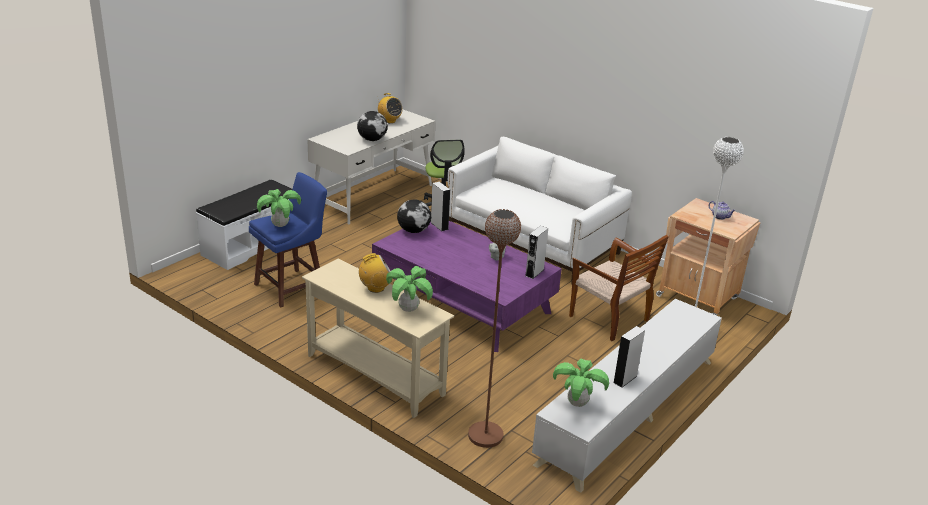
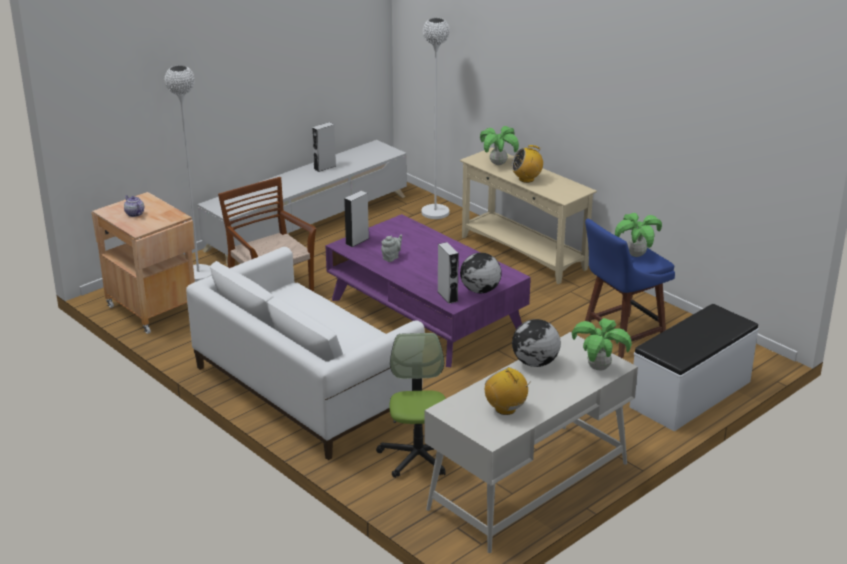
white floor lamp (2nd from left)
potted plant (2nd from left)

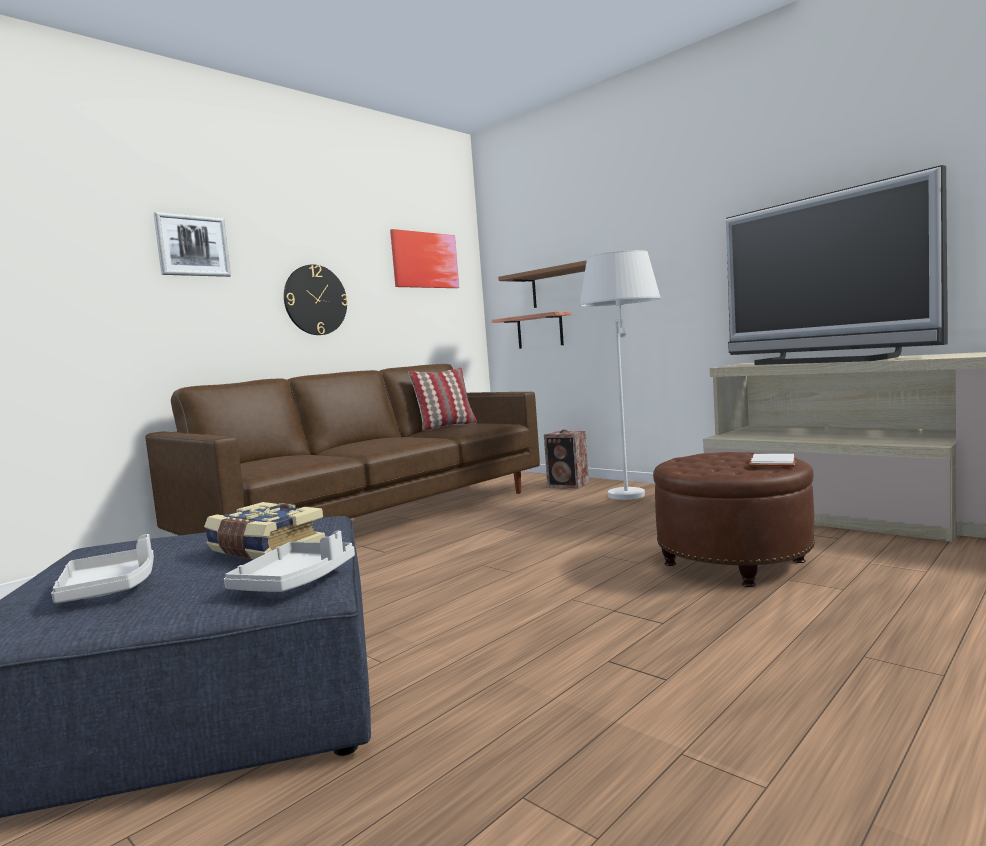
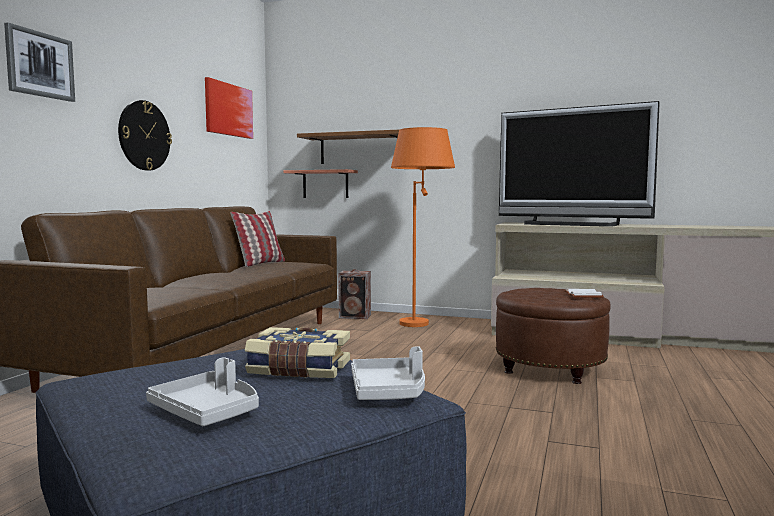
orange floor lamp

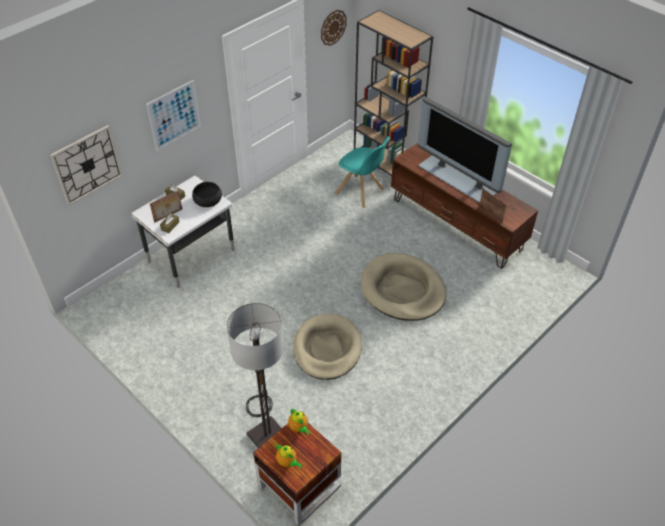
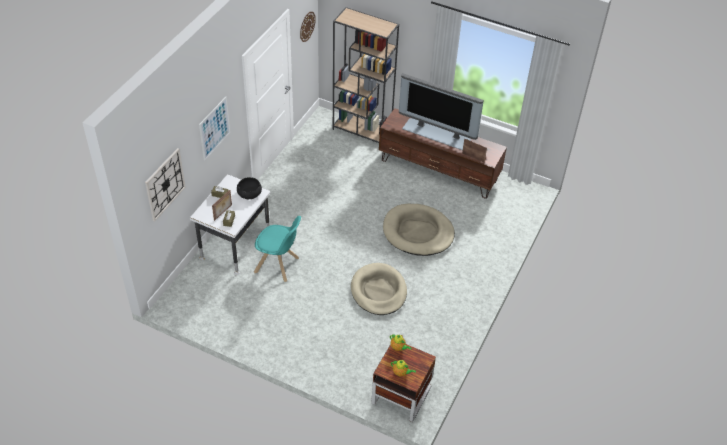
turquoise chair
floor lamp

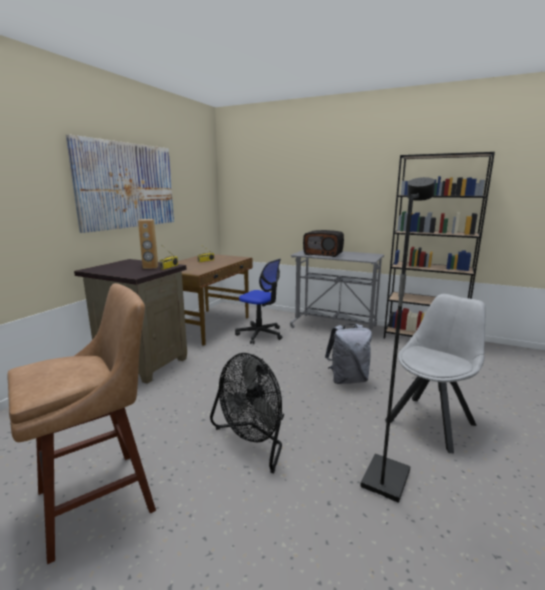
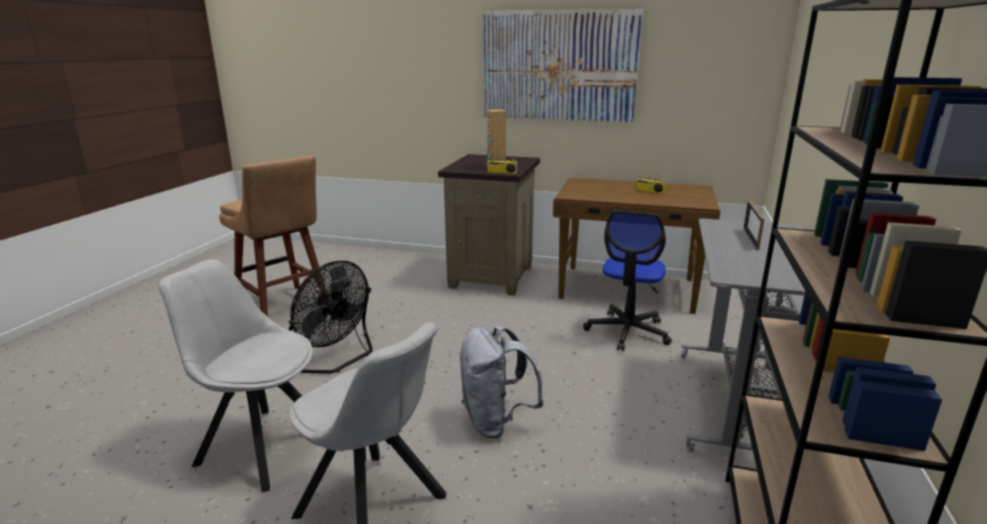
grey chair (1st from left)
picture frame

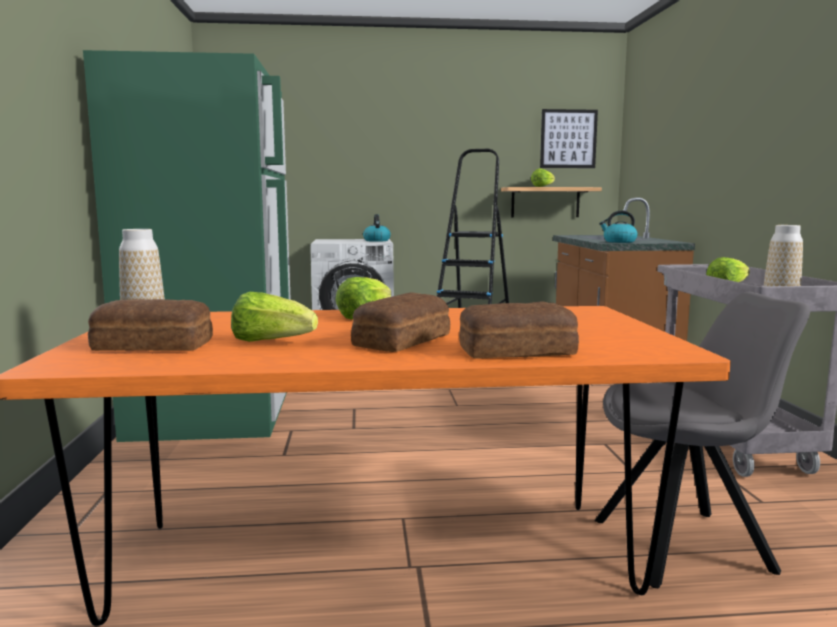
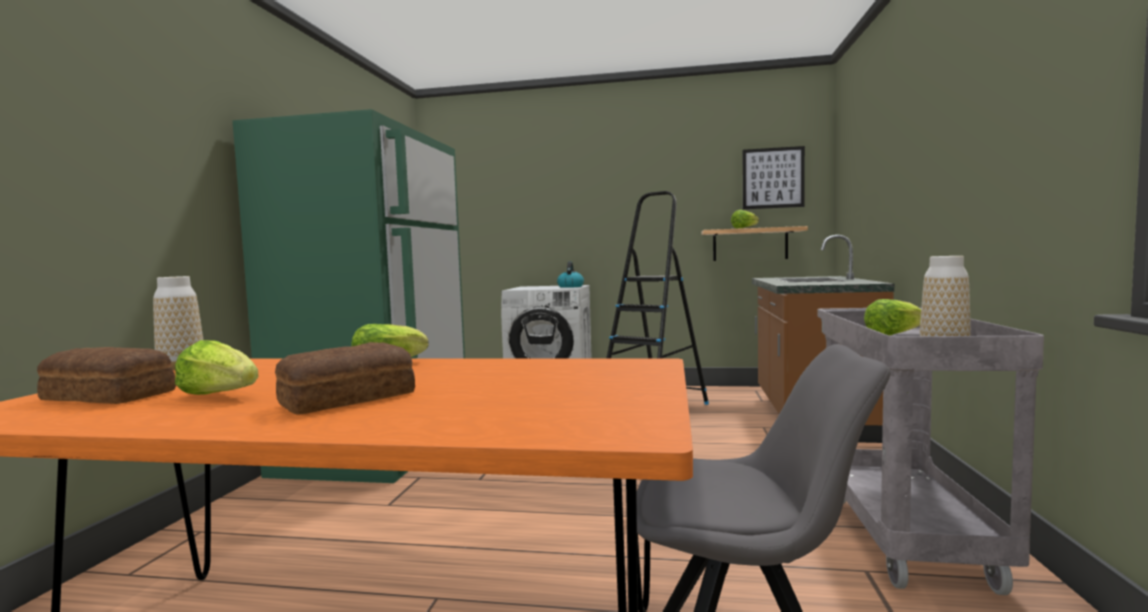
bread (3rd from left in the first image)
kettle (2nd from left in the first image)

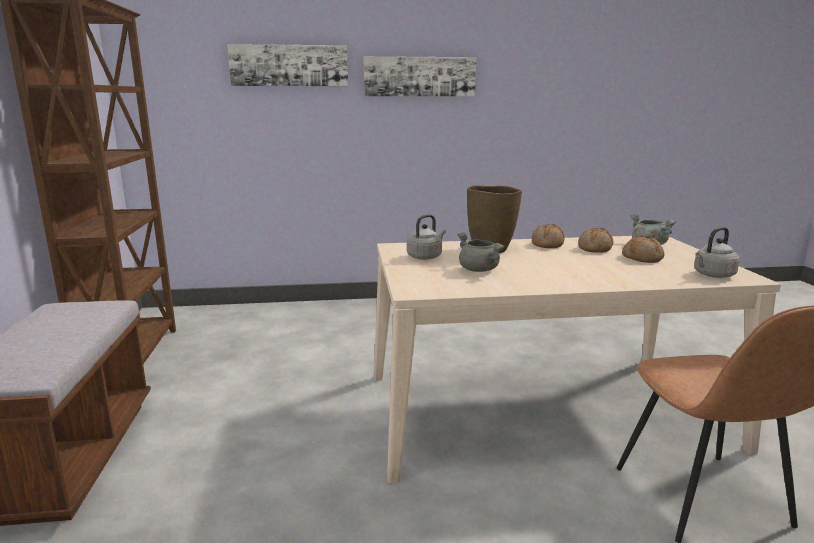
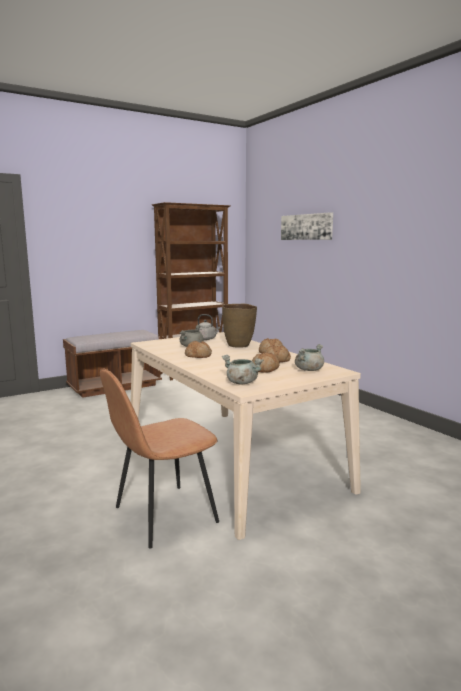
bread (1st from left)
grey cooking pot (2nd from left)
picture (2nd from left in the first image)

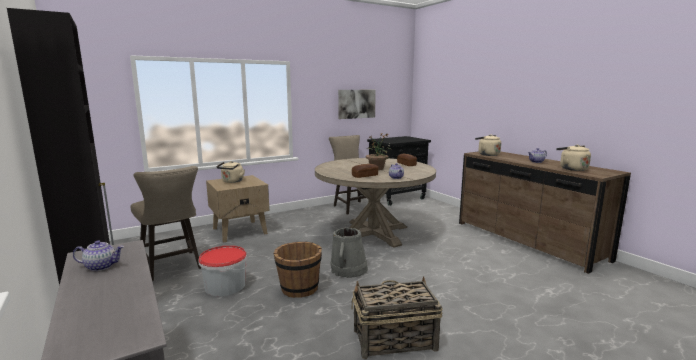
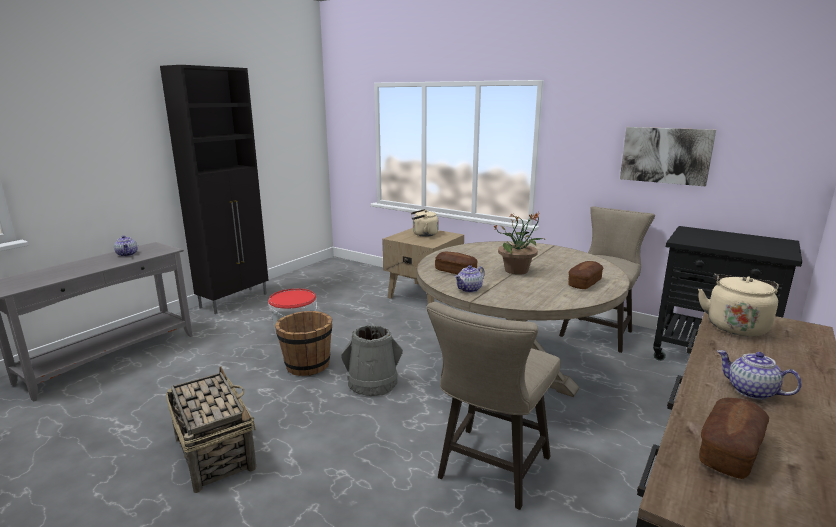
beige stool (1st from left)
bread (3rd from left)

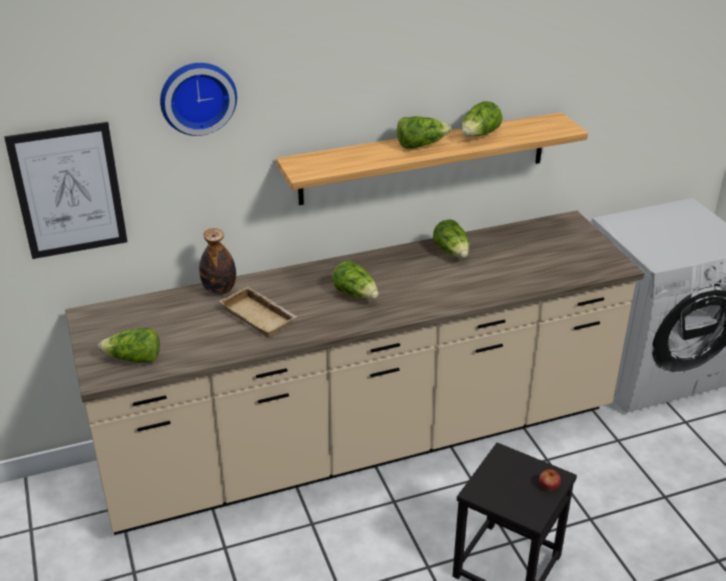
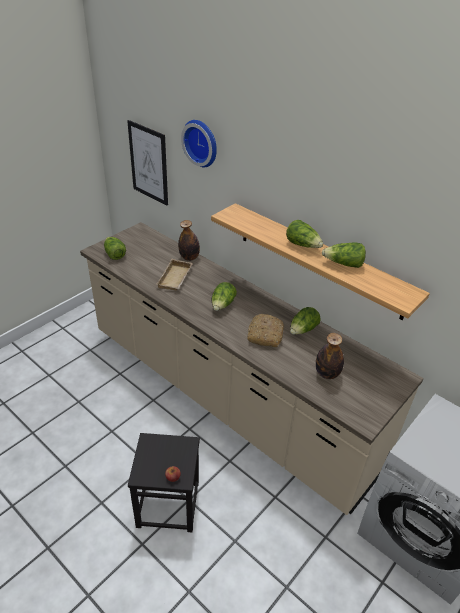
bread
bottle (2nd from left)

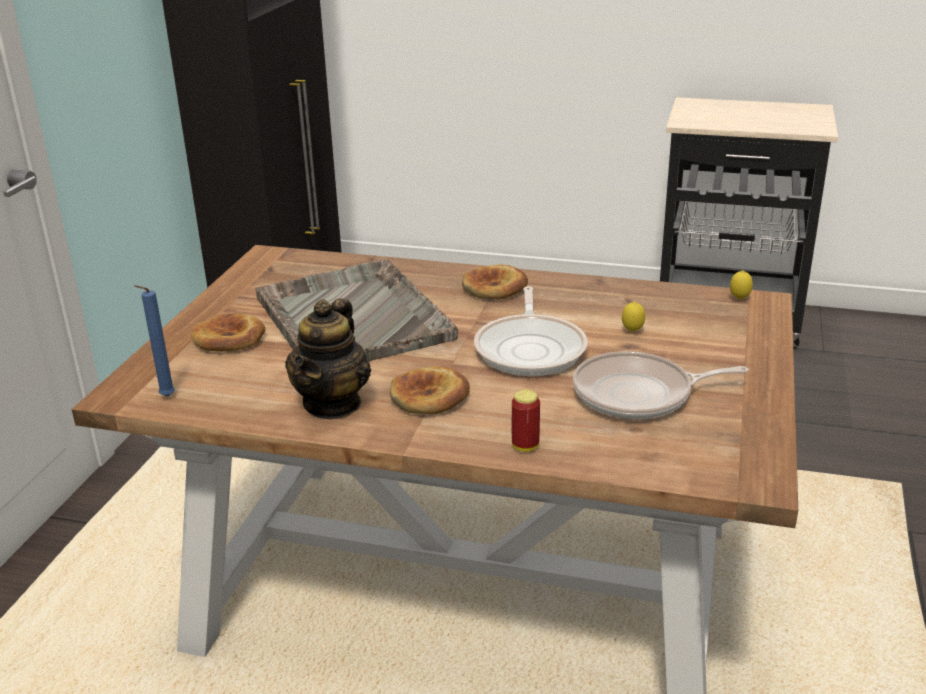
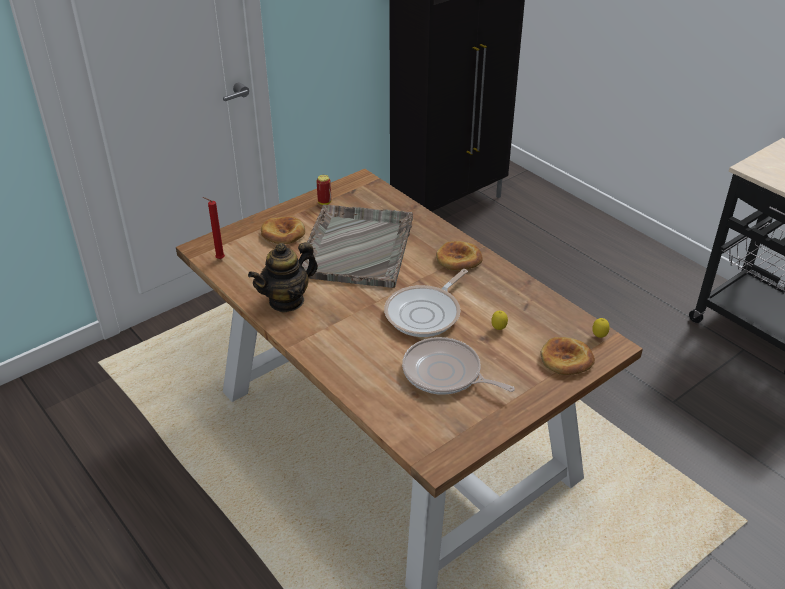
red candle
can
bread (3rd from left)

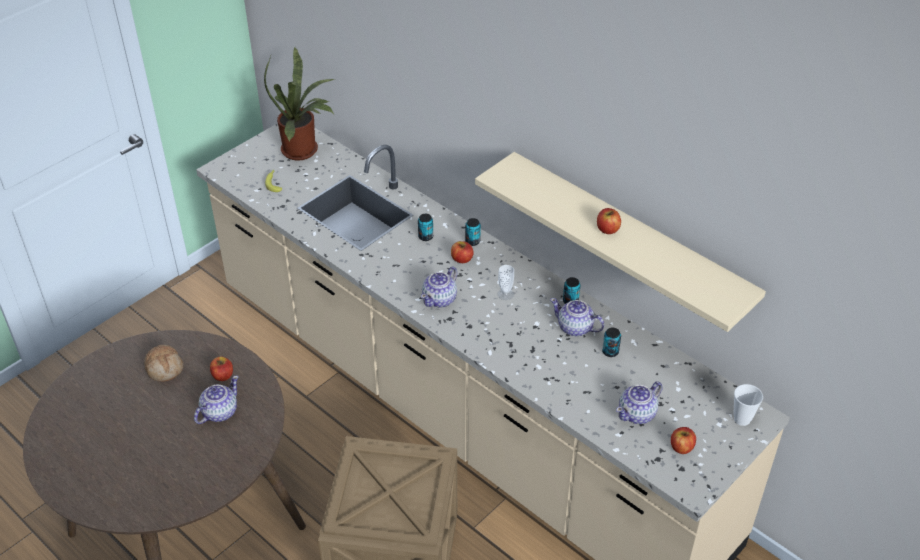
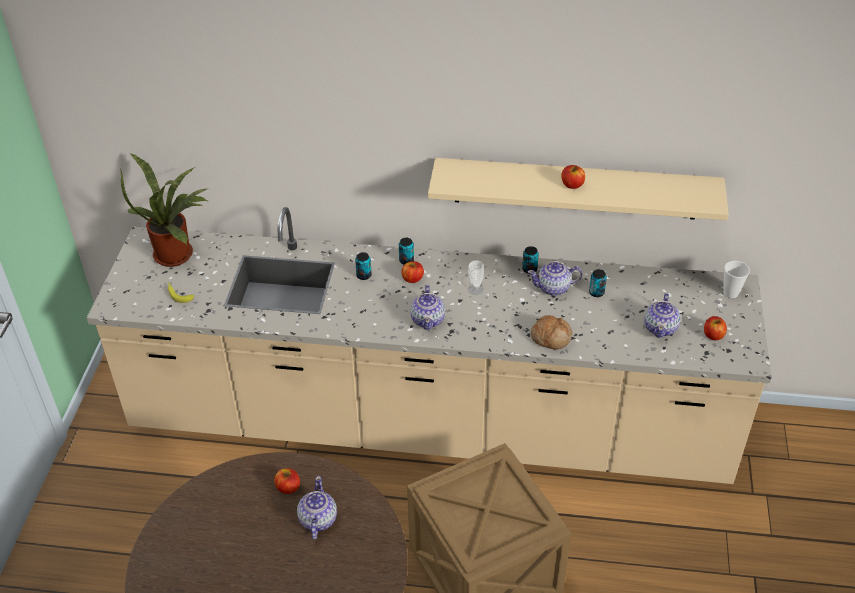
bread

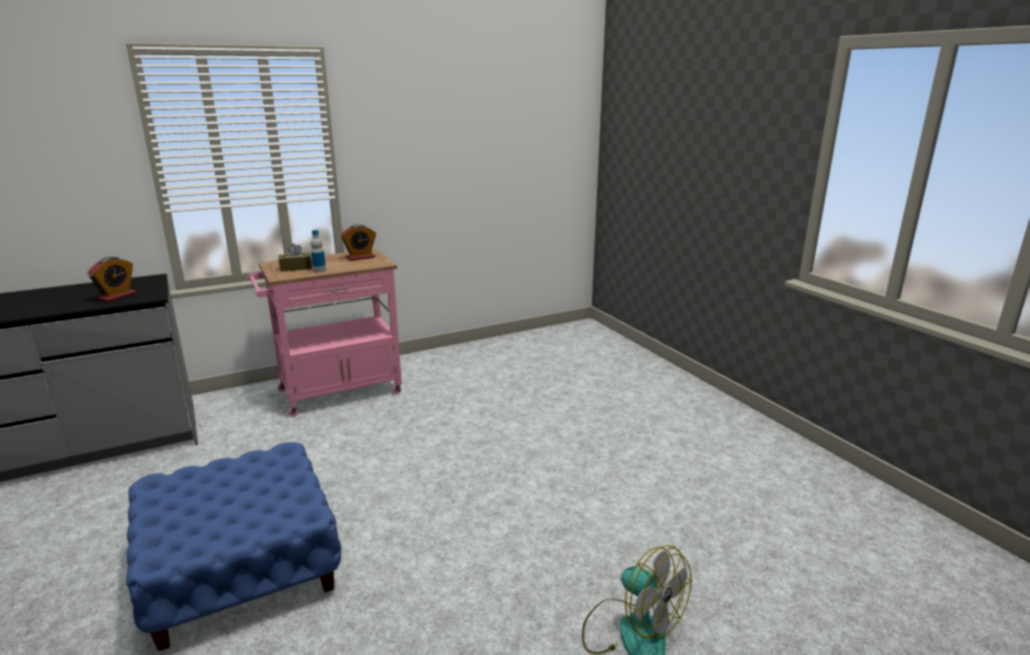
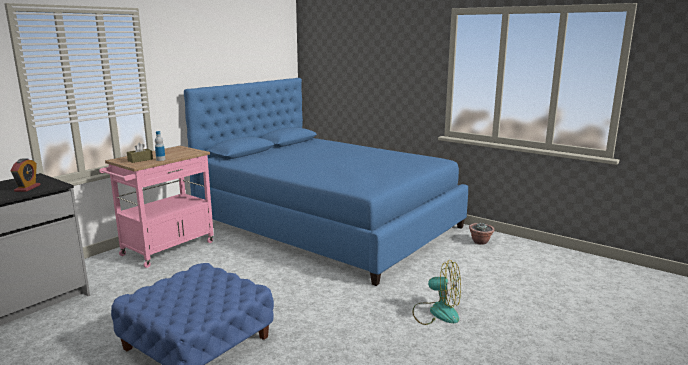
blue bed
potted plant
alarm clock (2nd from left in the first image)

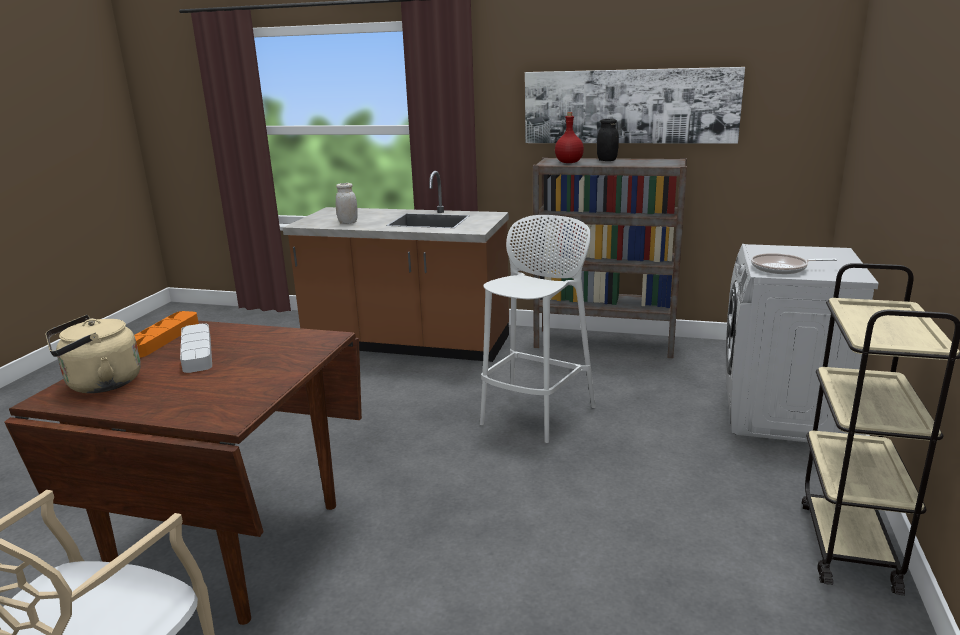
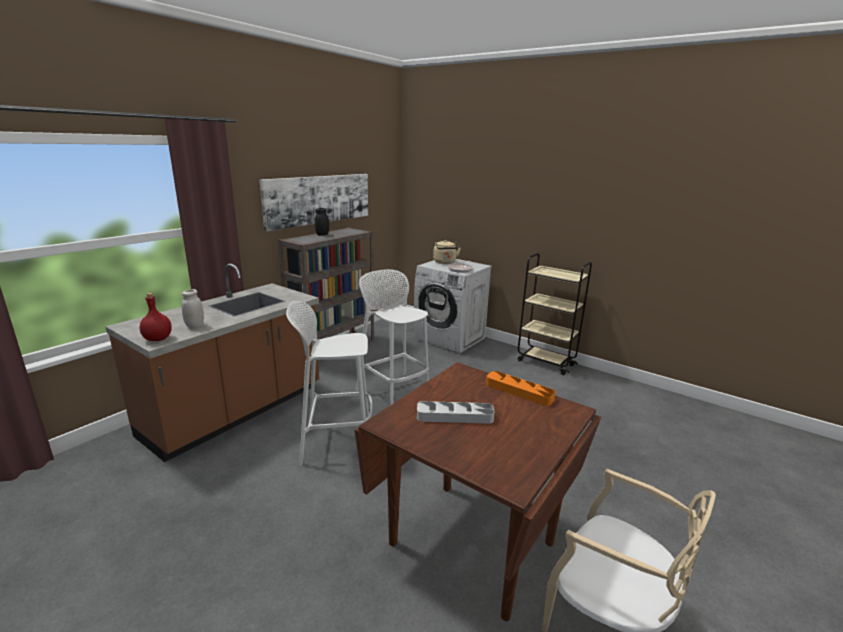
red bottle
white stool (1st from left)
beige kettle
orange tray

